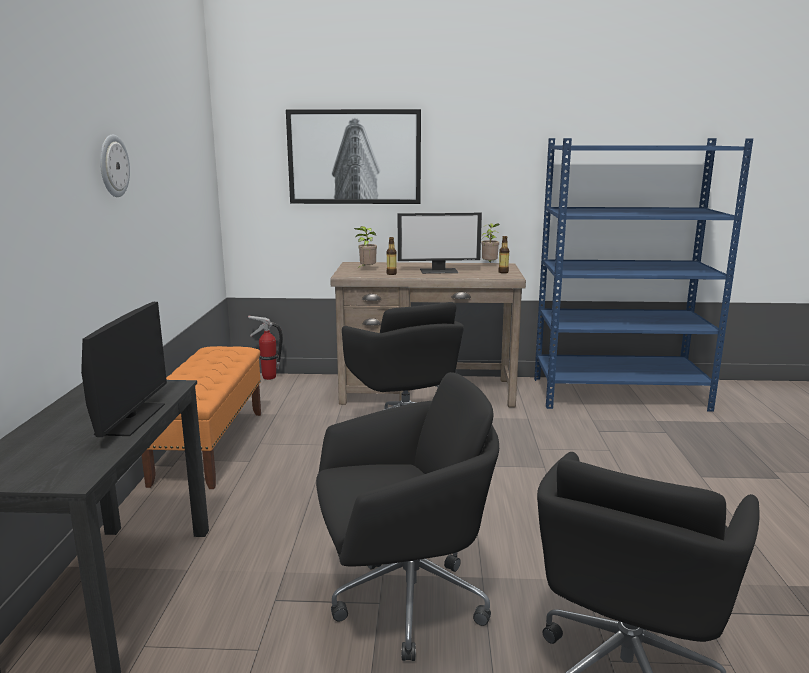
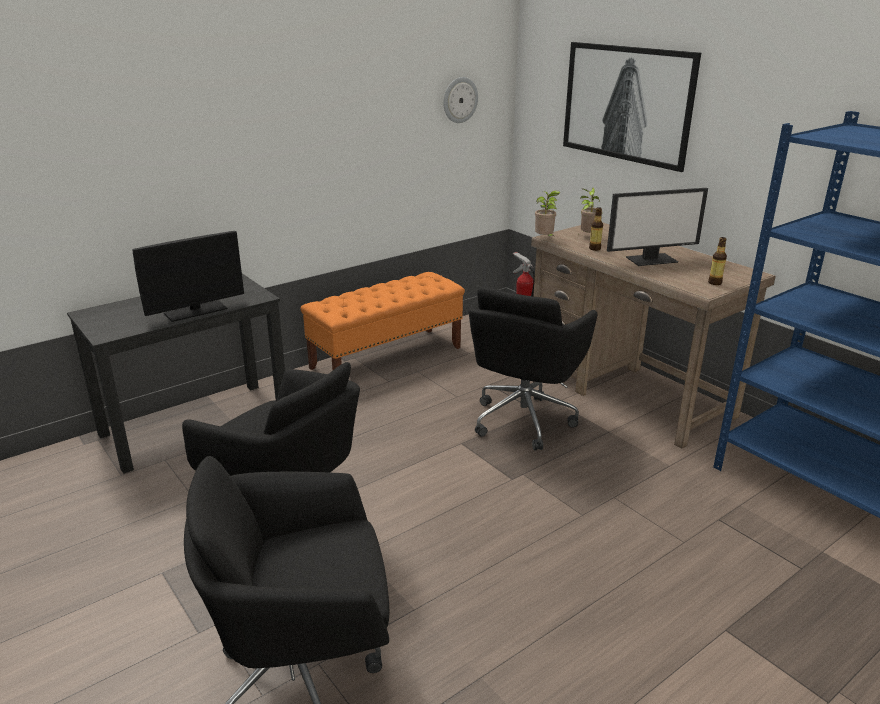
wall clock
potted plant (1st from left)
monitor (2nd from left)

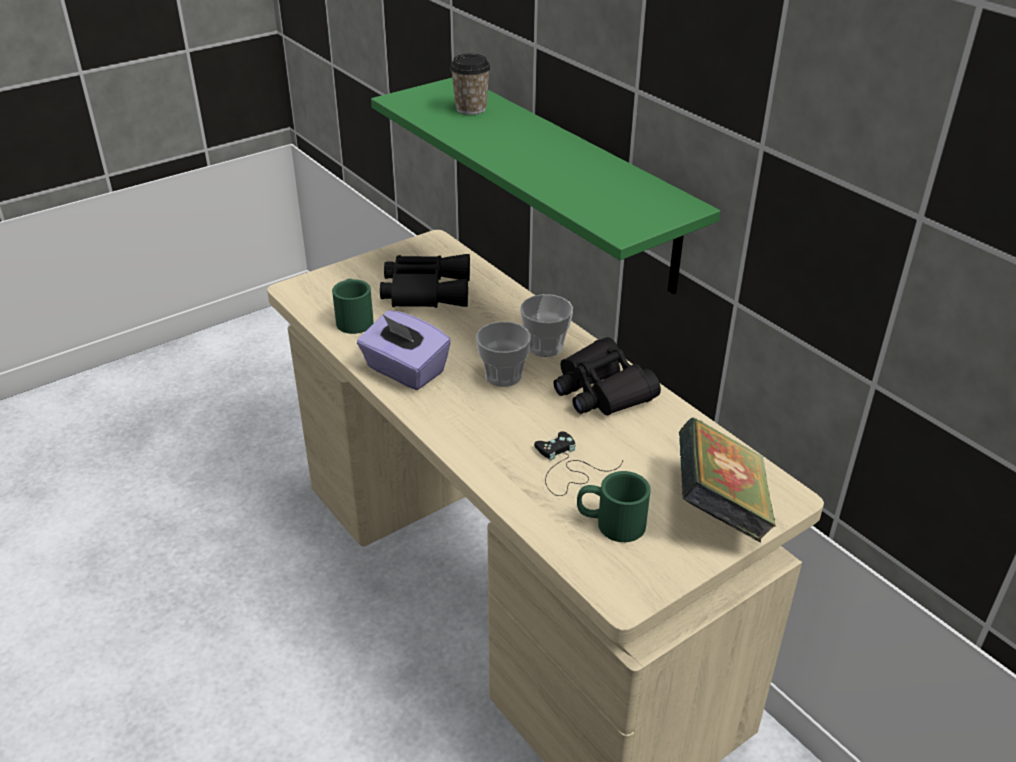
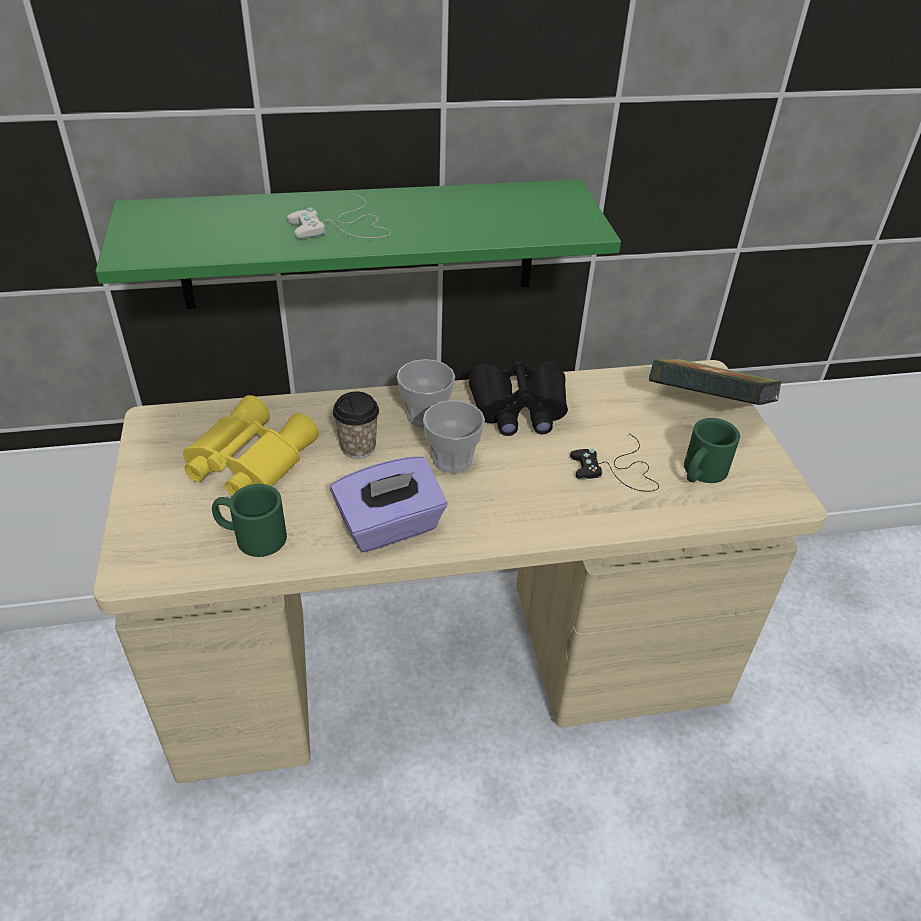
yellow binoculars
white game controller
cup (1st from left)

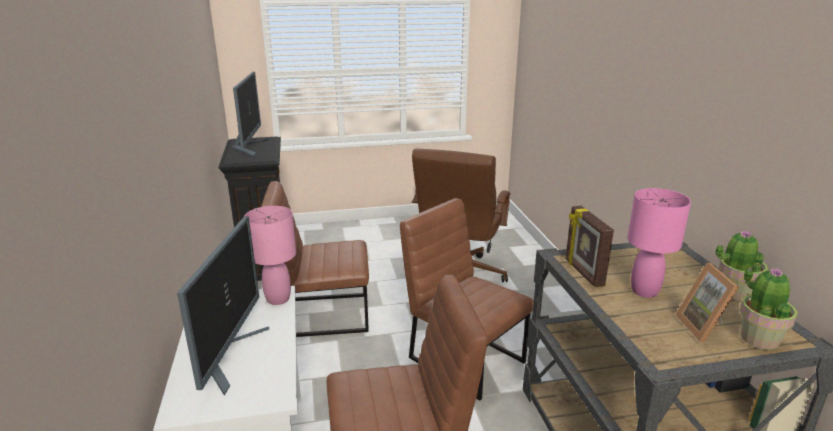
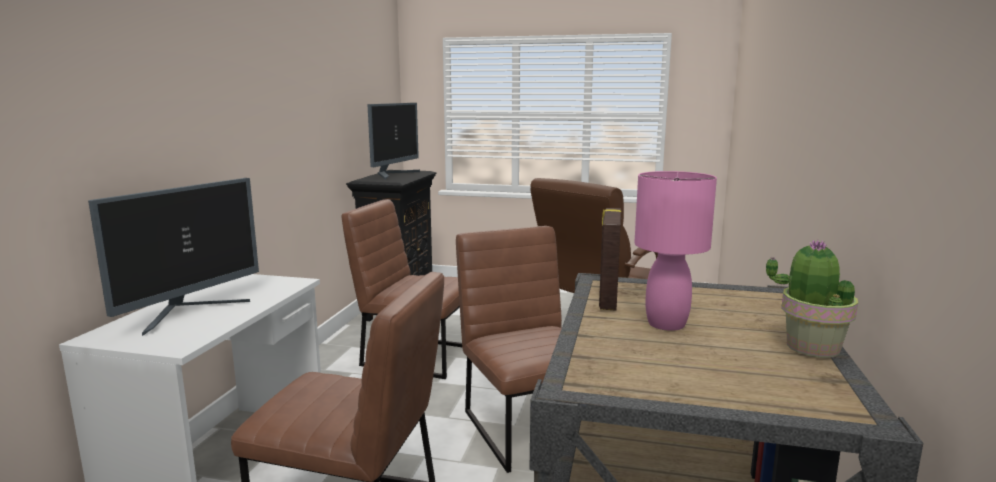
pink table lamp (1st from left in the first image)
picture frame (2nd from left in the first image)
potted plant (2nd from left in the first image)

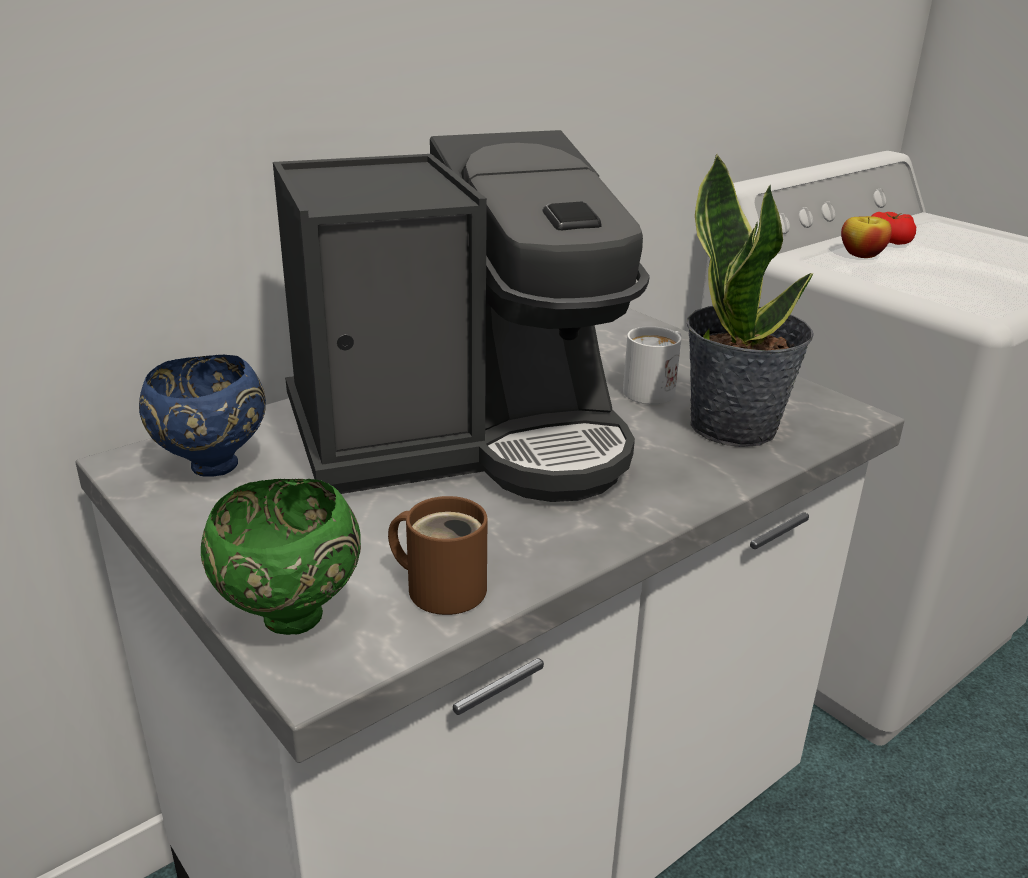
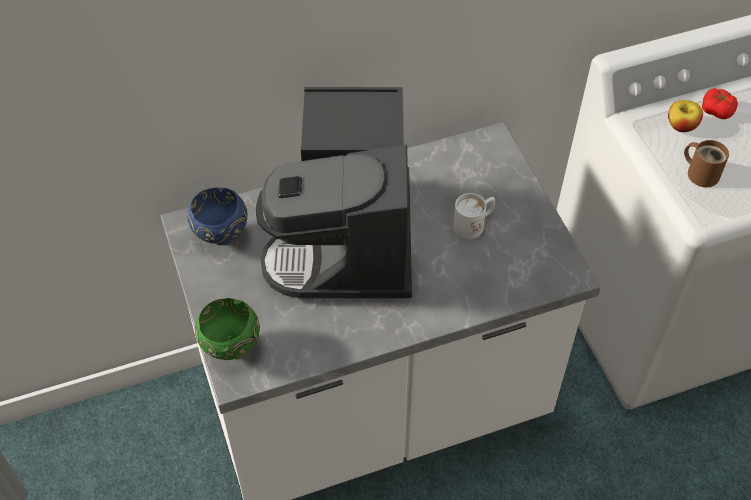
coffee machine
brown mug
potted plant

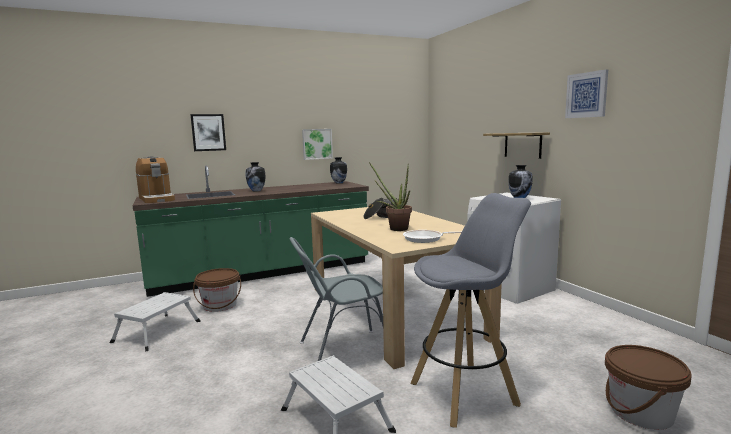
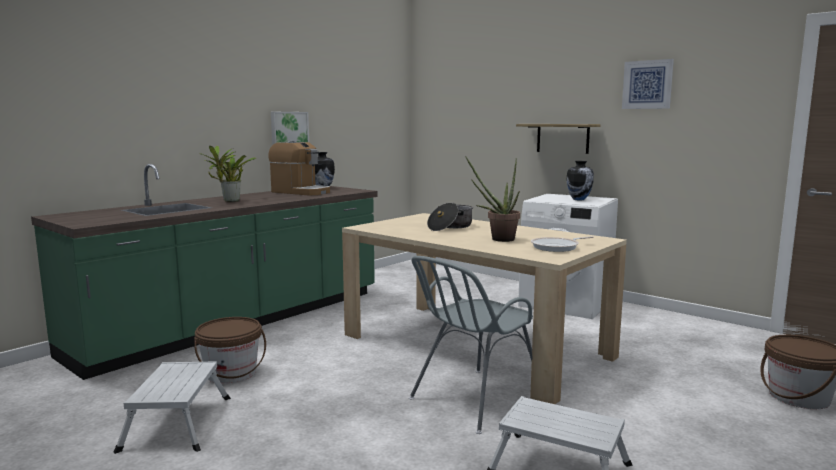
potted plant (1st from left)
coffee machine
picture (1st from left in the first image)
grey stool

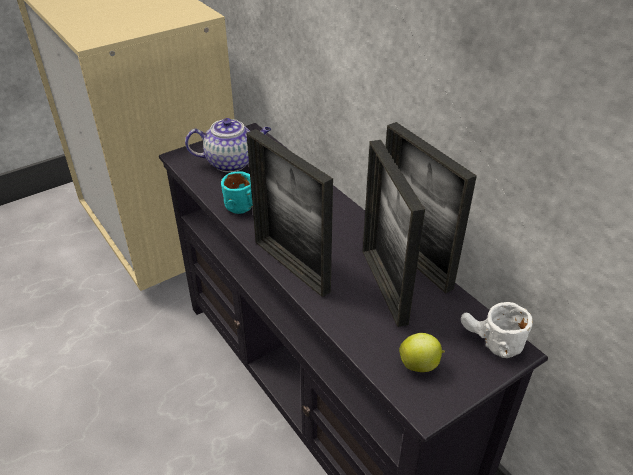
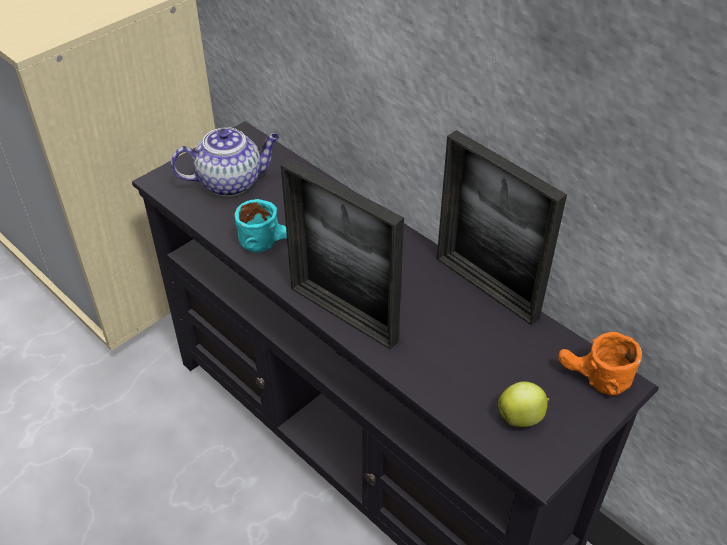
orange mug
picture frame (2nd from left in the first image)

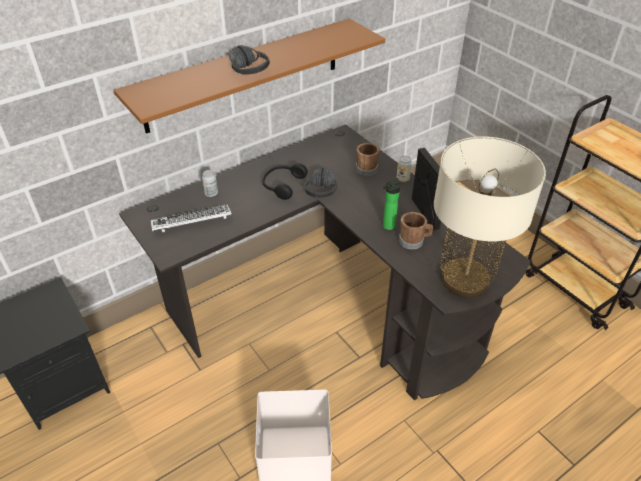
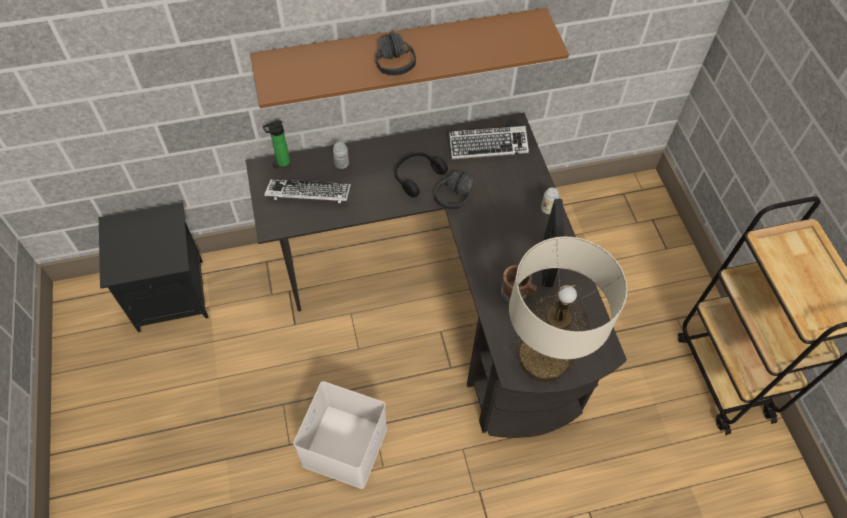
bottle
keyboard (2nd from left)
brown mug (1st from left in the first image)

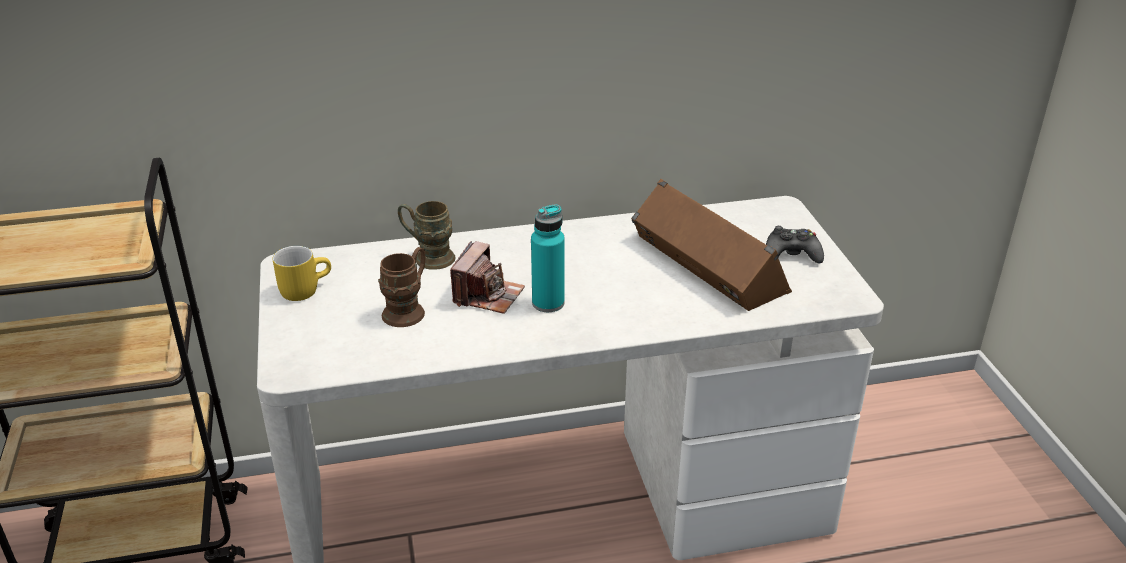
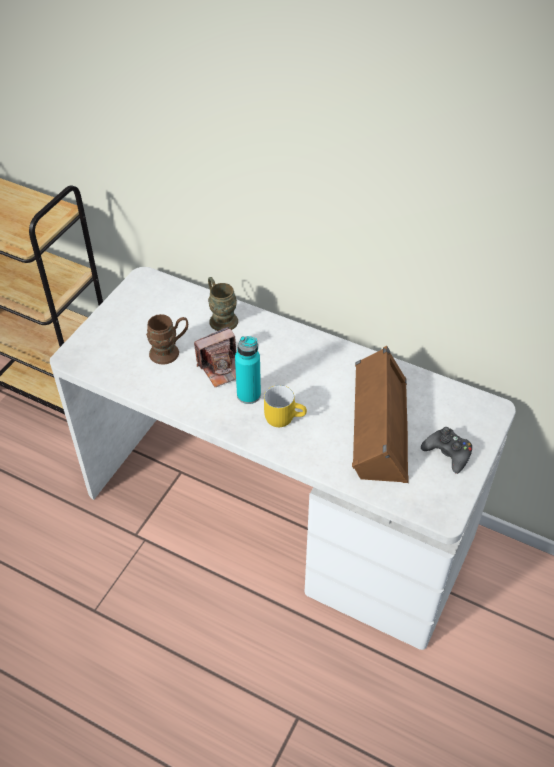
yellow mug

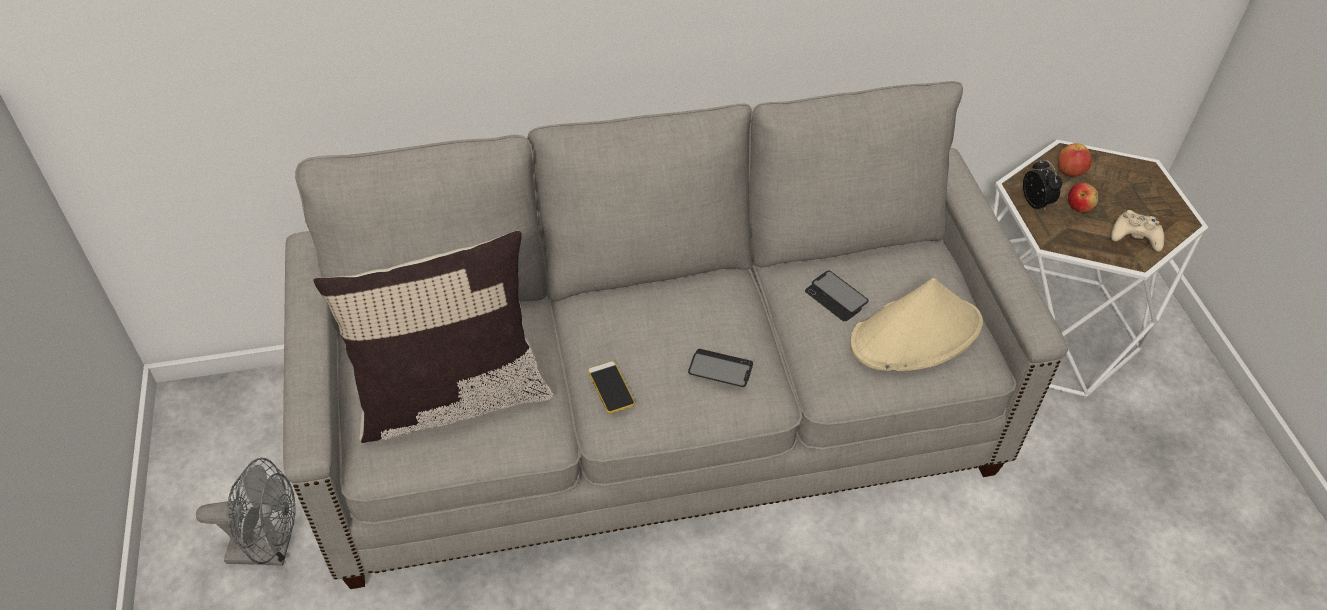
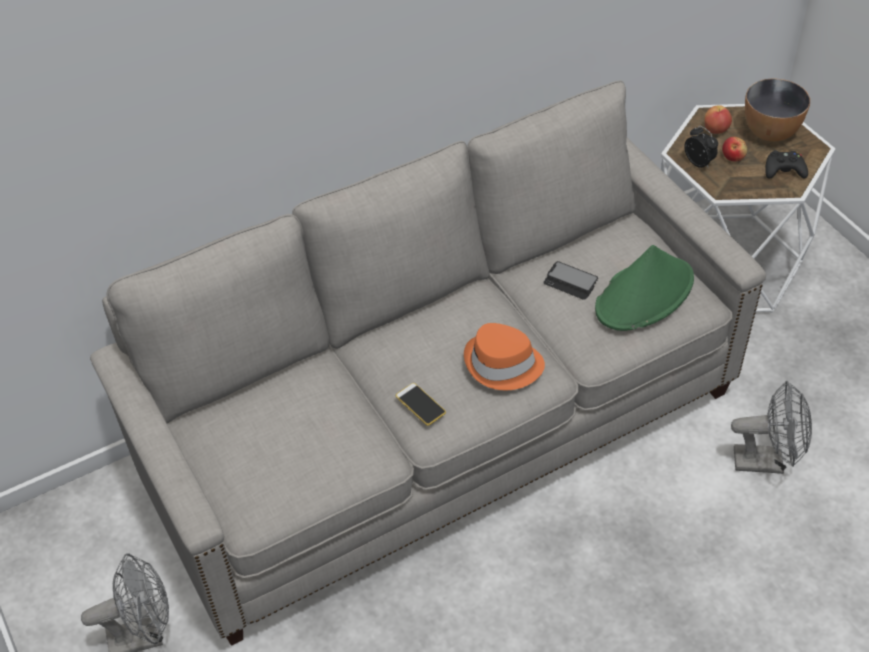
orange hat
green hat
grey fan (2nd from left)
bowl
black game controller
pillow

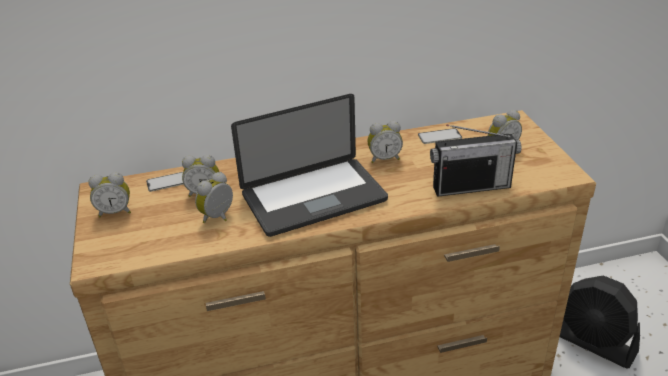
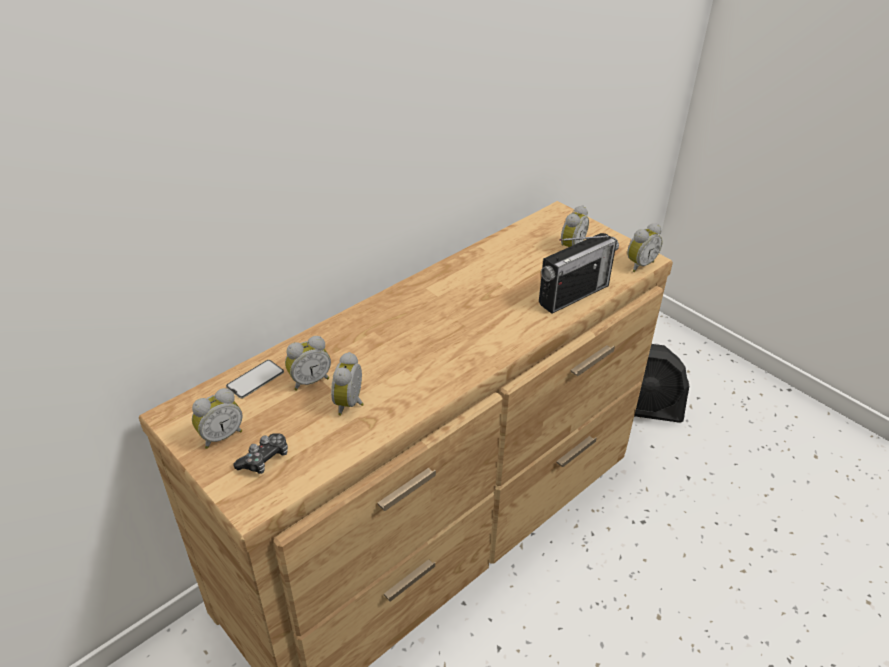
game controller
alarm clock (5th from left)
laptop
phone (2nd from left in the first image)

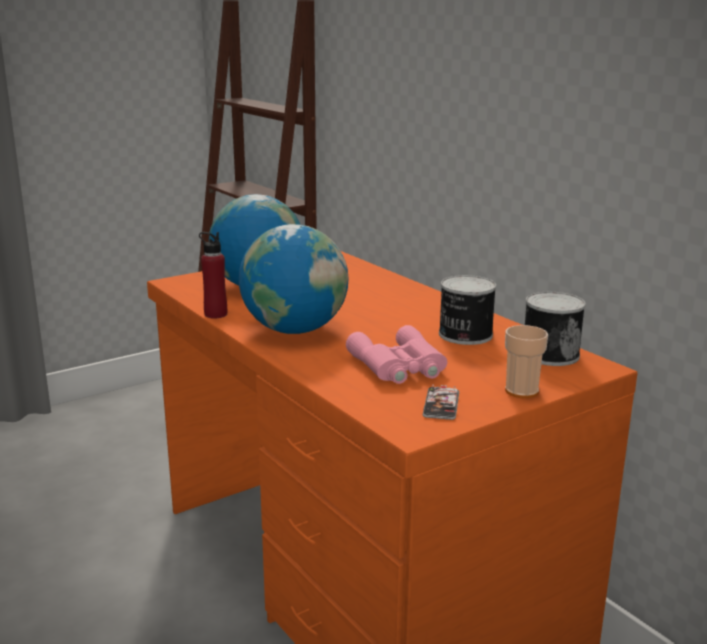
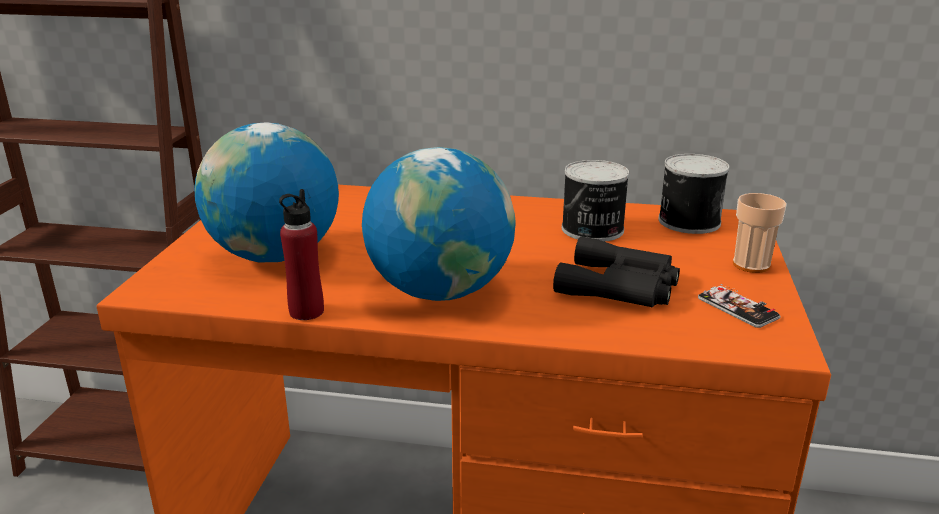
black binoculars

